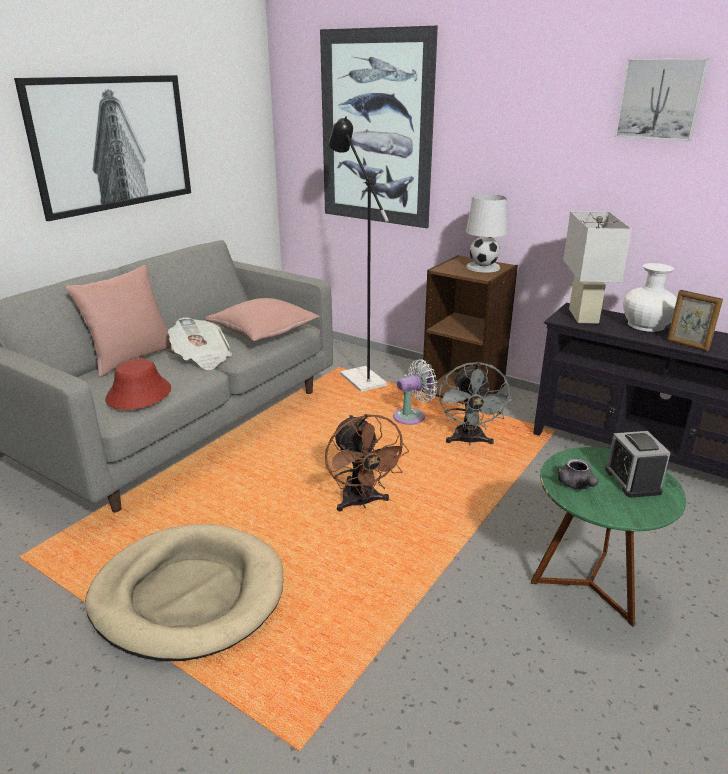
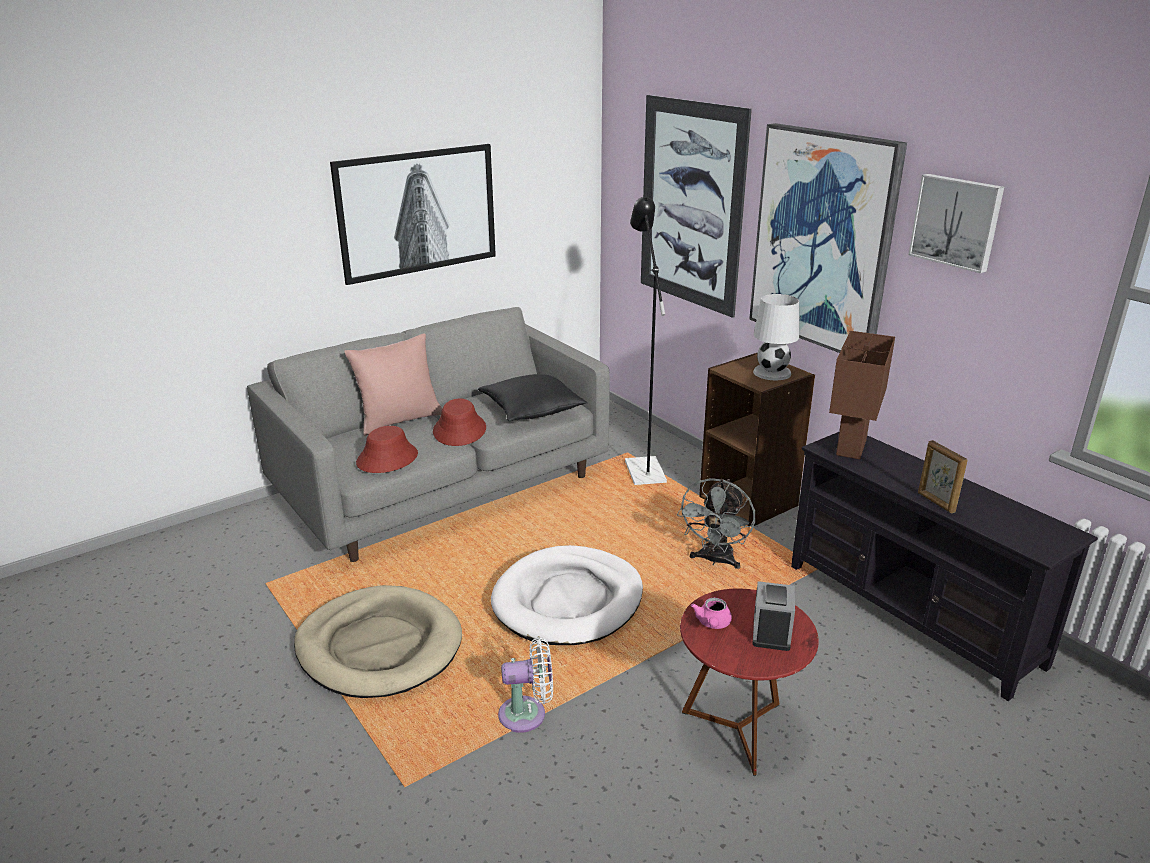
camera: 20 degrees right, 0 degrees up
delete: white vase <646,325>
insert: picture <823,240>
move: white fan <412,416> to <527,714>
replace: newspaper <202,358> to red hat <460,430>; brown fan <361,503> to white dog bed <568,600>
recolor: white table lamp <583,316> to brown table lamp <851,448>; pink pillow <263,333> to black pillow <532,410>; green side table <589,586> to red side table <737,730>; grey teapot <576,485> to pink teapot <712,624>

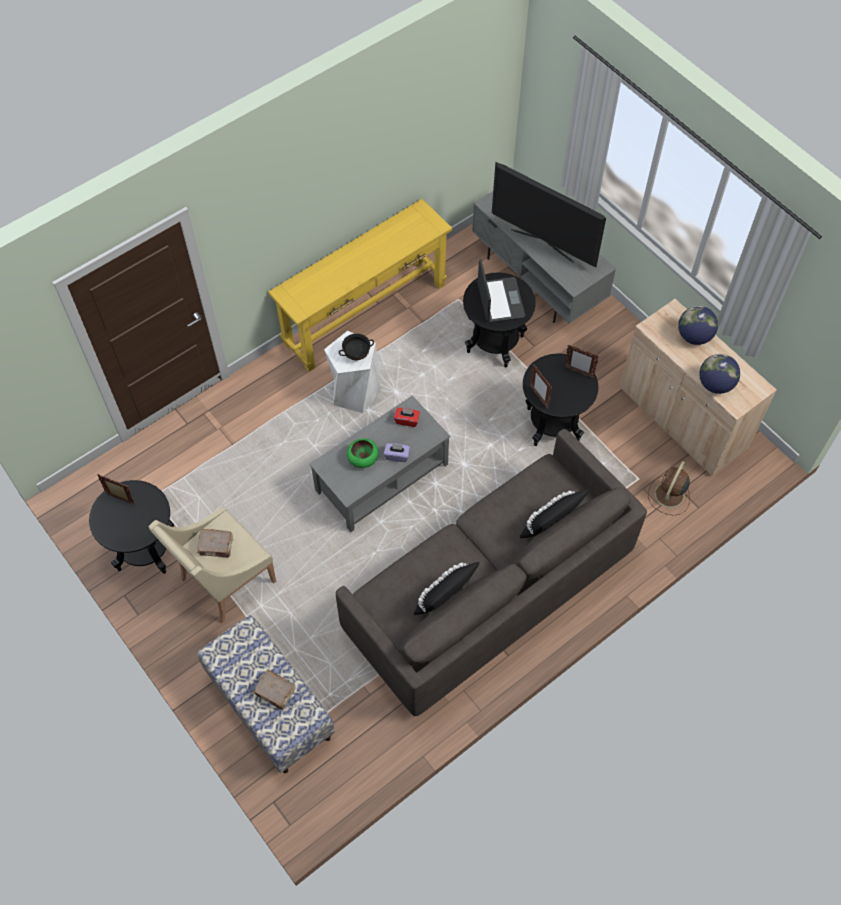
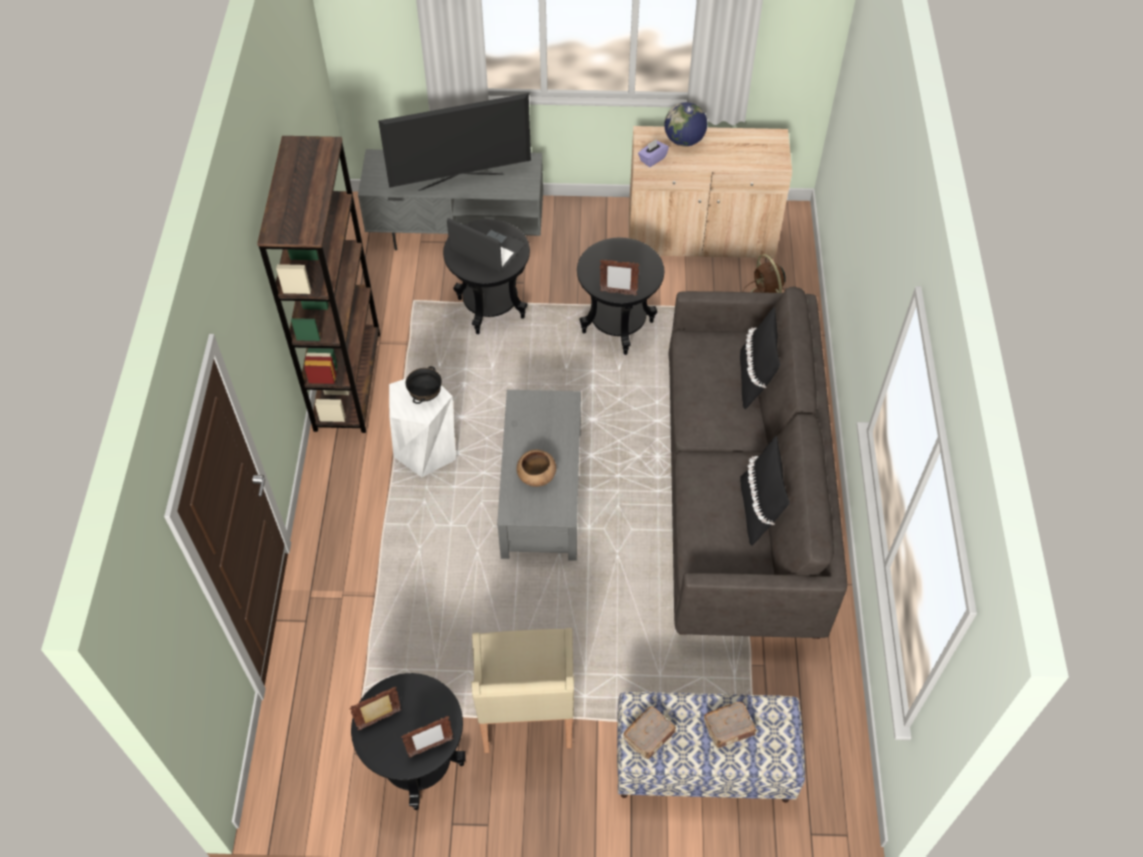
camera: 50 degrees left, 5 degrees down
delete: globe <715,384>; red tissue box <407,420>
move: picture frame <578,372> to <430,748>; purple tissue box <397,456> to <652,159>; brown book <216,546> to <649,735>
replace: yellow console table <365,313> to brown bookcase <347,381>
recolor: green bowl <362,458> to brown bowl <536,476>

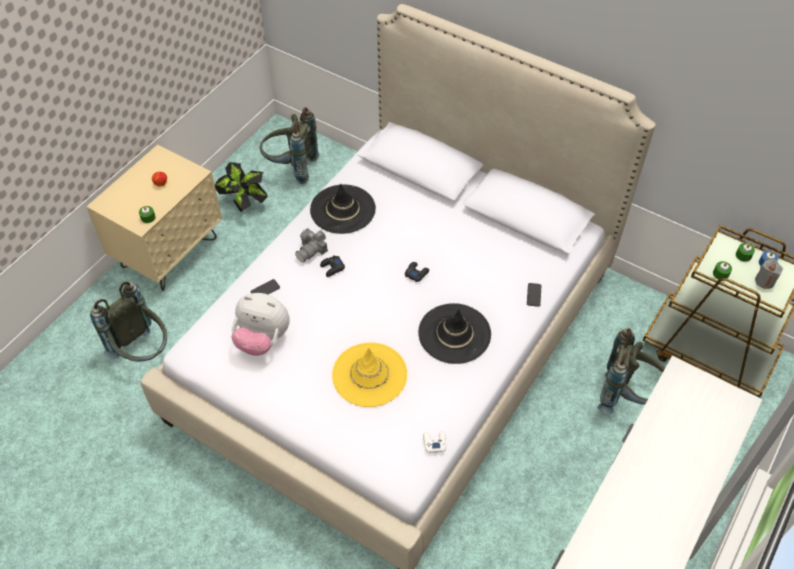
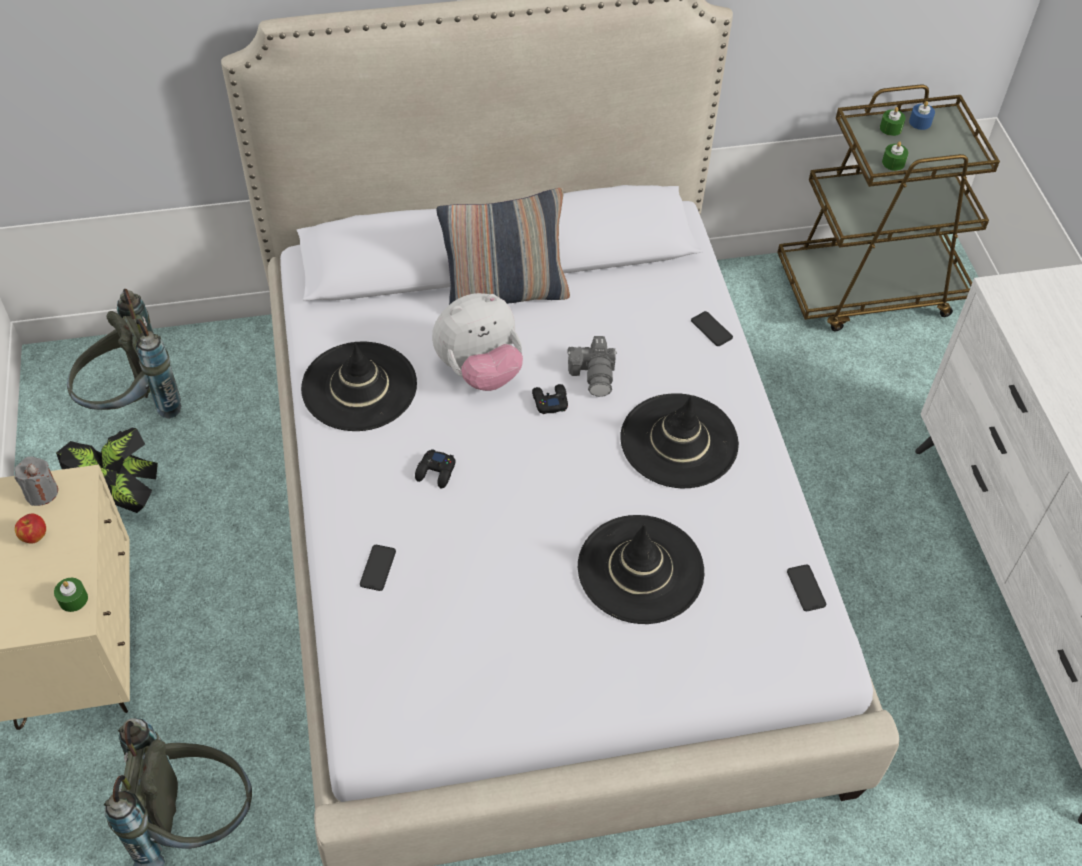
camera: 45 degrees left, 0 degrees up
delete: grey backpack <629,396>
insert: pillow <505,295>
move: photo camera <312,250> to <594,374>; grey candle <764,281> to <41,492>; plush toy <262,339> to <479,370>
replace: white game controller <434,442> to phone <806,588>
recolor: yellow hat <369,375> to black hat <640,570>

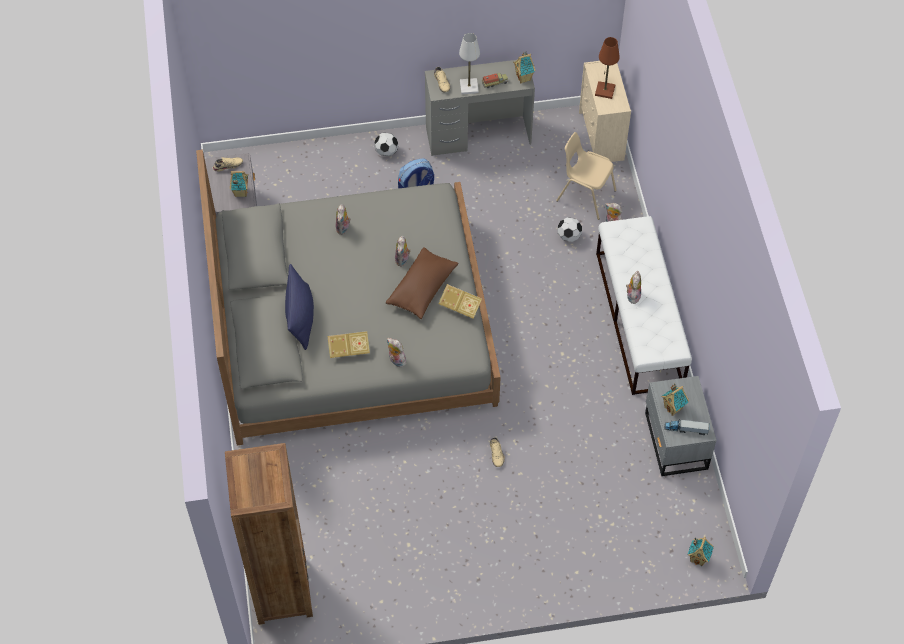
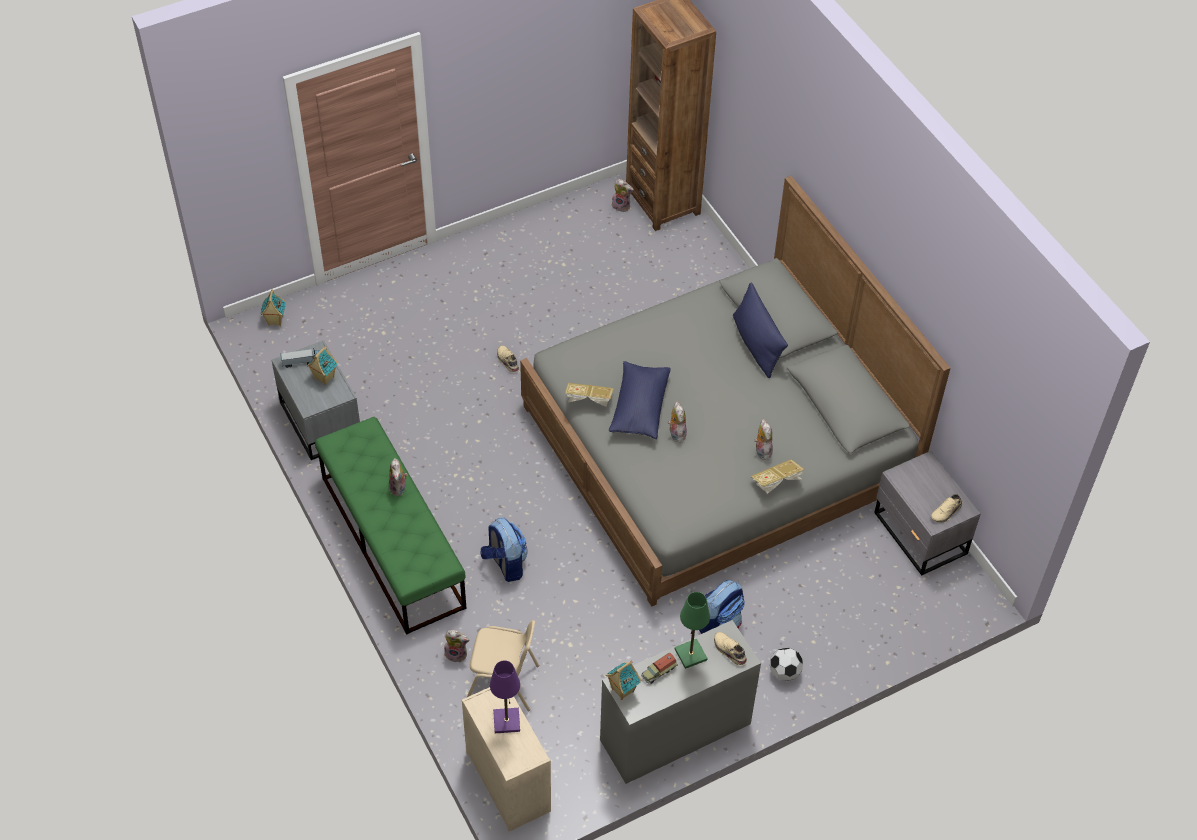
camera: 160 degrees right, 5 degrees down
delete: toy house <240,192>; football <569,236>
insert: backpack <505,564>
move: book <349,349> to <776,482>; plush toy <396,361> to <622,206>
recolor: white table lamp <469,87> to green table lamp <690,654>; brown table lamp <604,91> to purple table lamp <506,721>; white bench <639,319> to green bench <392,541>; brown pillow <422,289> to blue pillow <639,407>

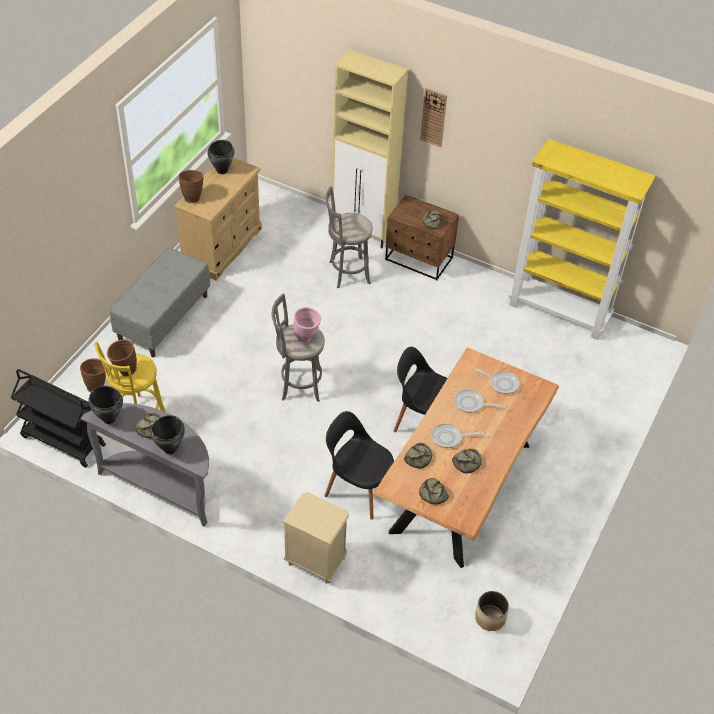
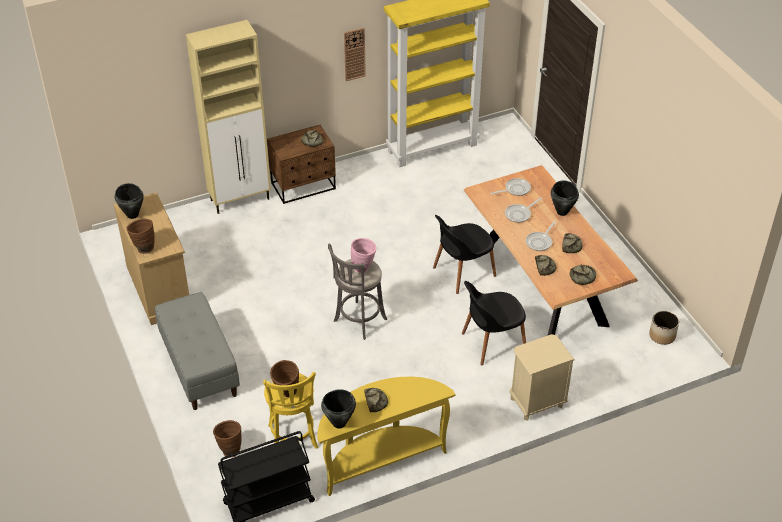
camera: 50 degrees left, 5 degrees down
delete: grey stool <346,273>
move: wall clock <433,117> to <354,54>; black cooking pot <170,449> to <562,212>
recolor: grey console table <161,486> to yellow console table <381,460>

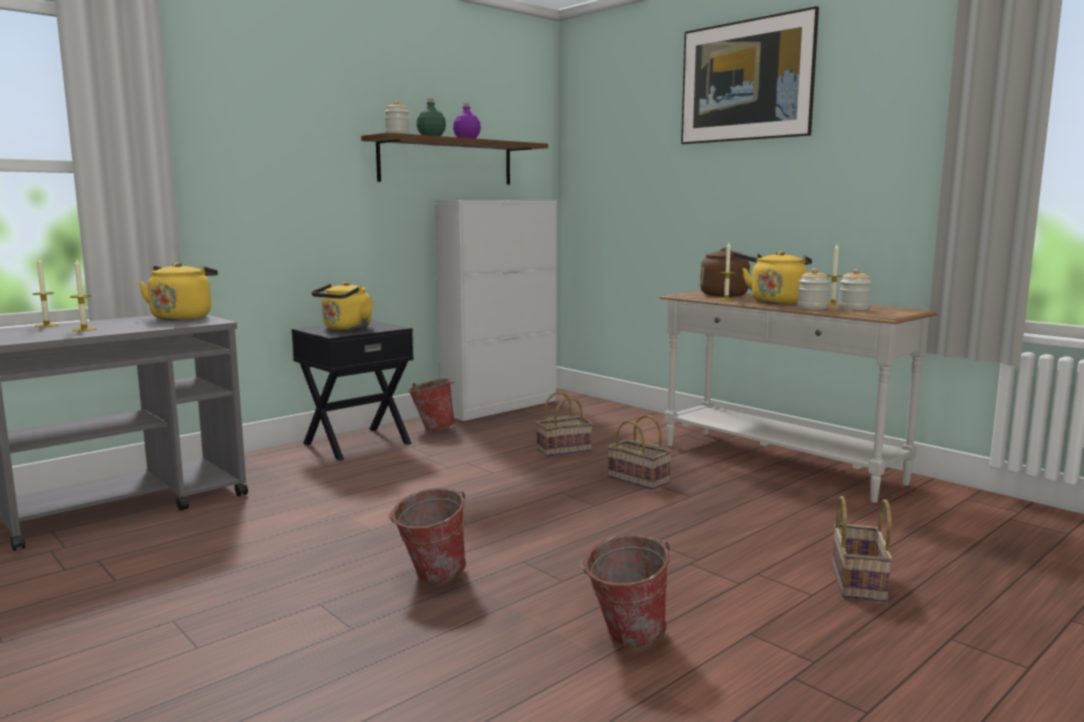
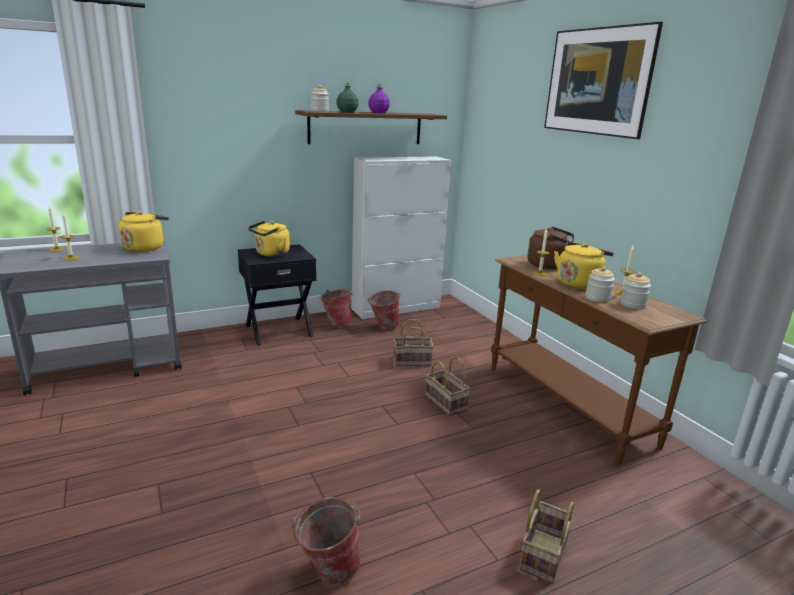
camera: 15 degrees right, 10 degrees up
move: bucket <430,577> to <383,327>
recolor: white console table <777,464> to brown console table <565,405>

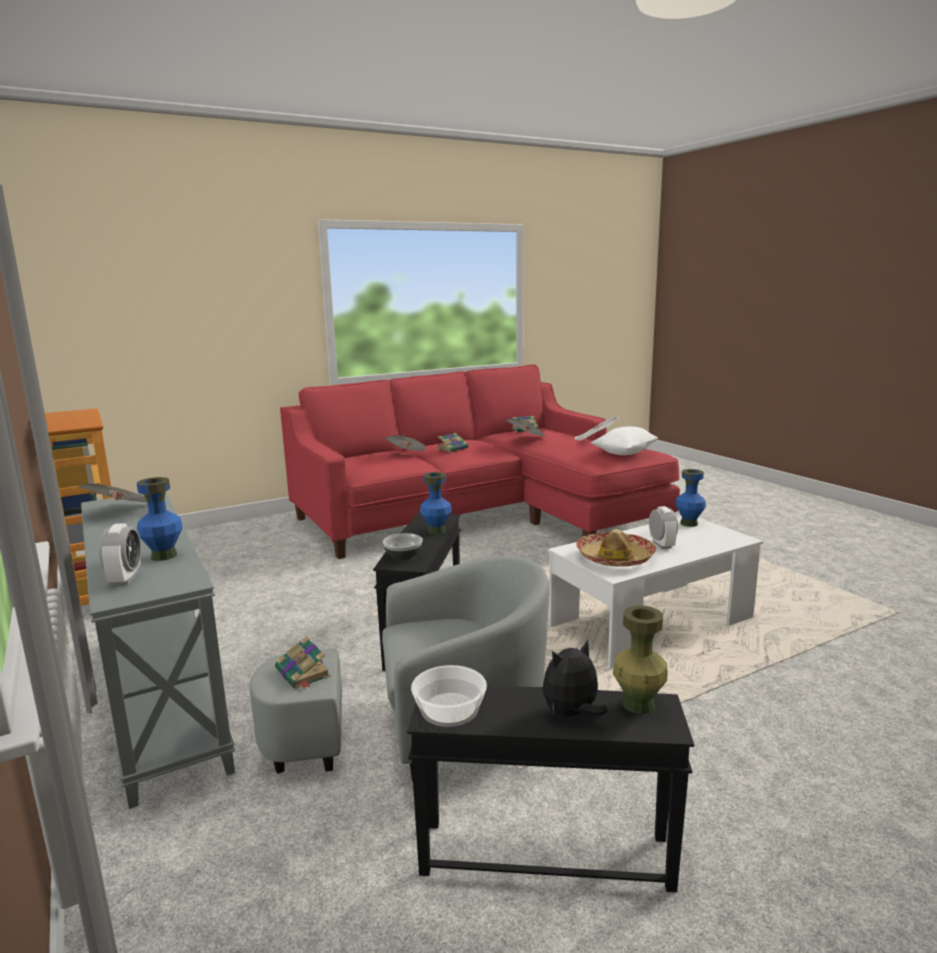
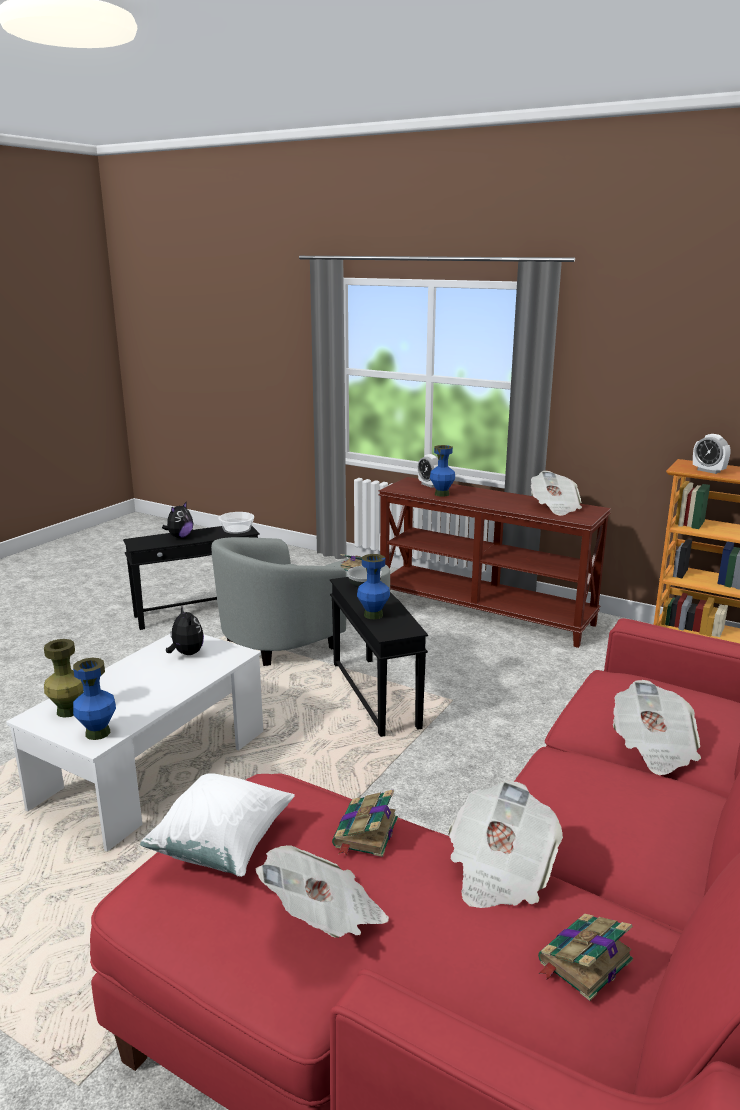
camera: 150 degrees right, 5 degrees up
move: book <453,448> to <365,833>; alarm clock <661,545> to <708,471>; green vase <638,704> to <69,711>
replace: hat <614,558> to plush toy <186,653>
recolor: grey console table <159,698> to brown console table <485,611>

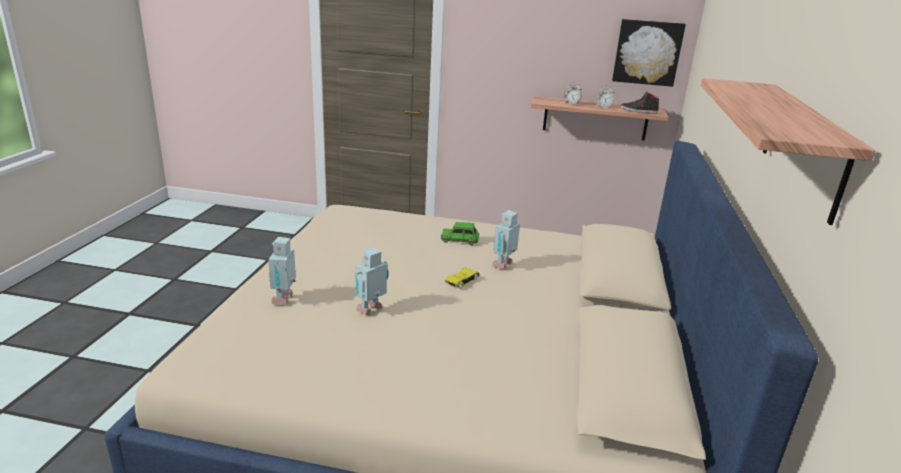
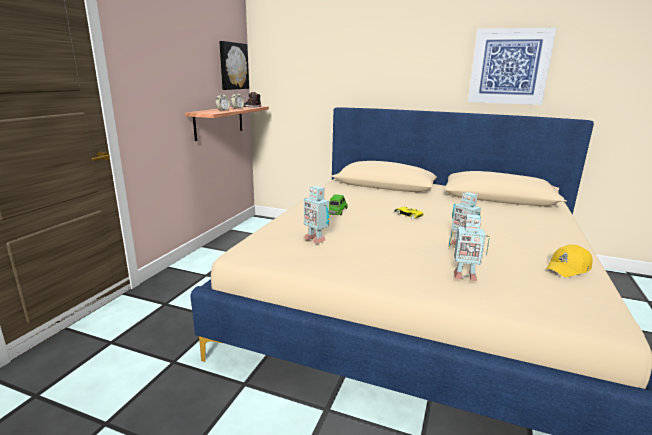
camera: 80 degrees left, 5 degrees down
insert: yellow cap <568,268>
move: toy robot <504,265> to <315,239>
replace: shelf <803,147> to picture <509,66>

